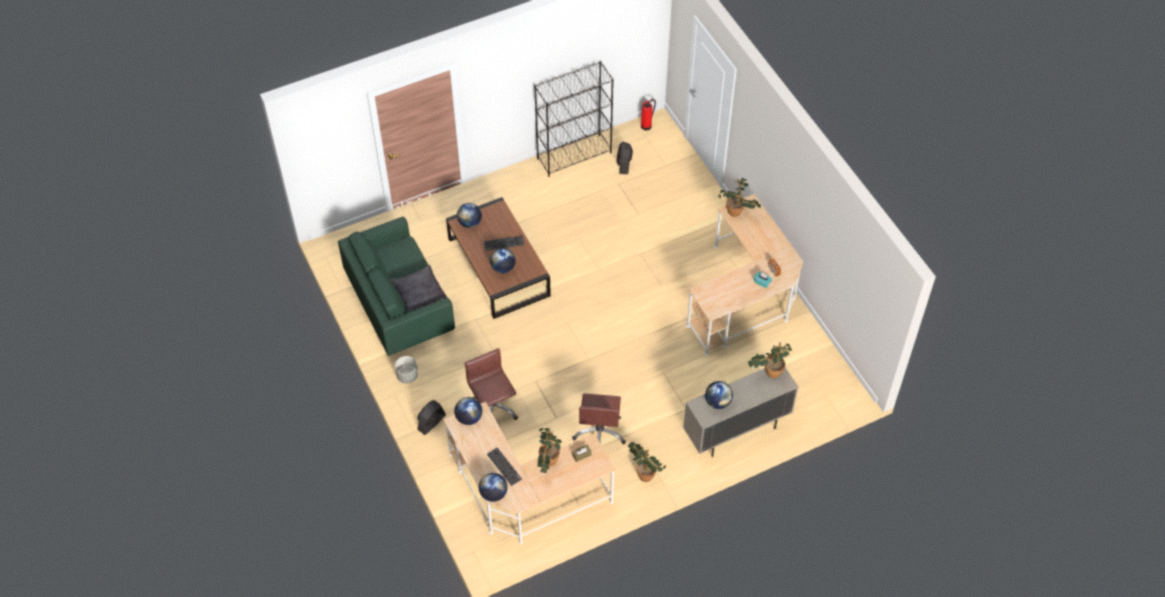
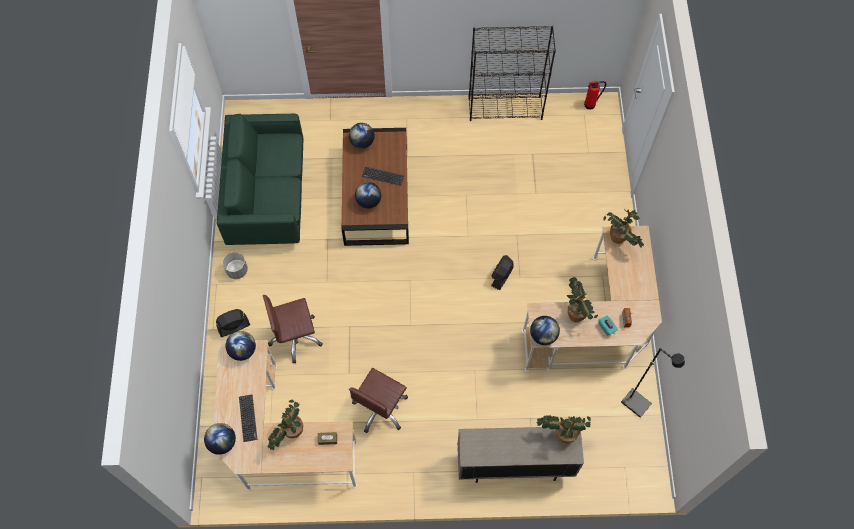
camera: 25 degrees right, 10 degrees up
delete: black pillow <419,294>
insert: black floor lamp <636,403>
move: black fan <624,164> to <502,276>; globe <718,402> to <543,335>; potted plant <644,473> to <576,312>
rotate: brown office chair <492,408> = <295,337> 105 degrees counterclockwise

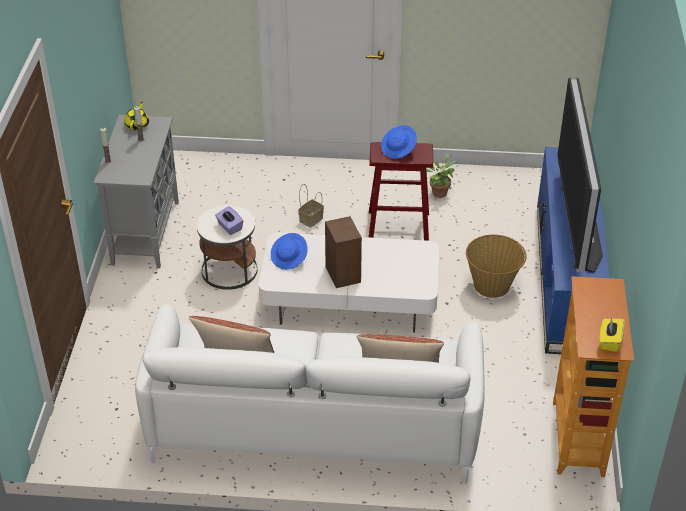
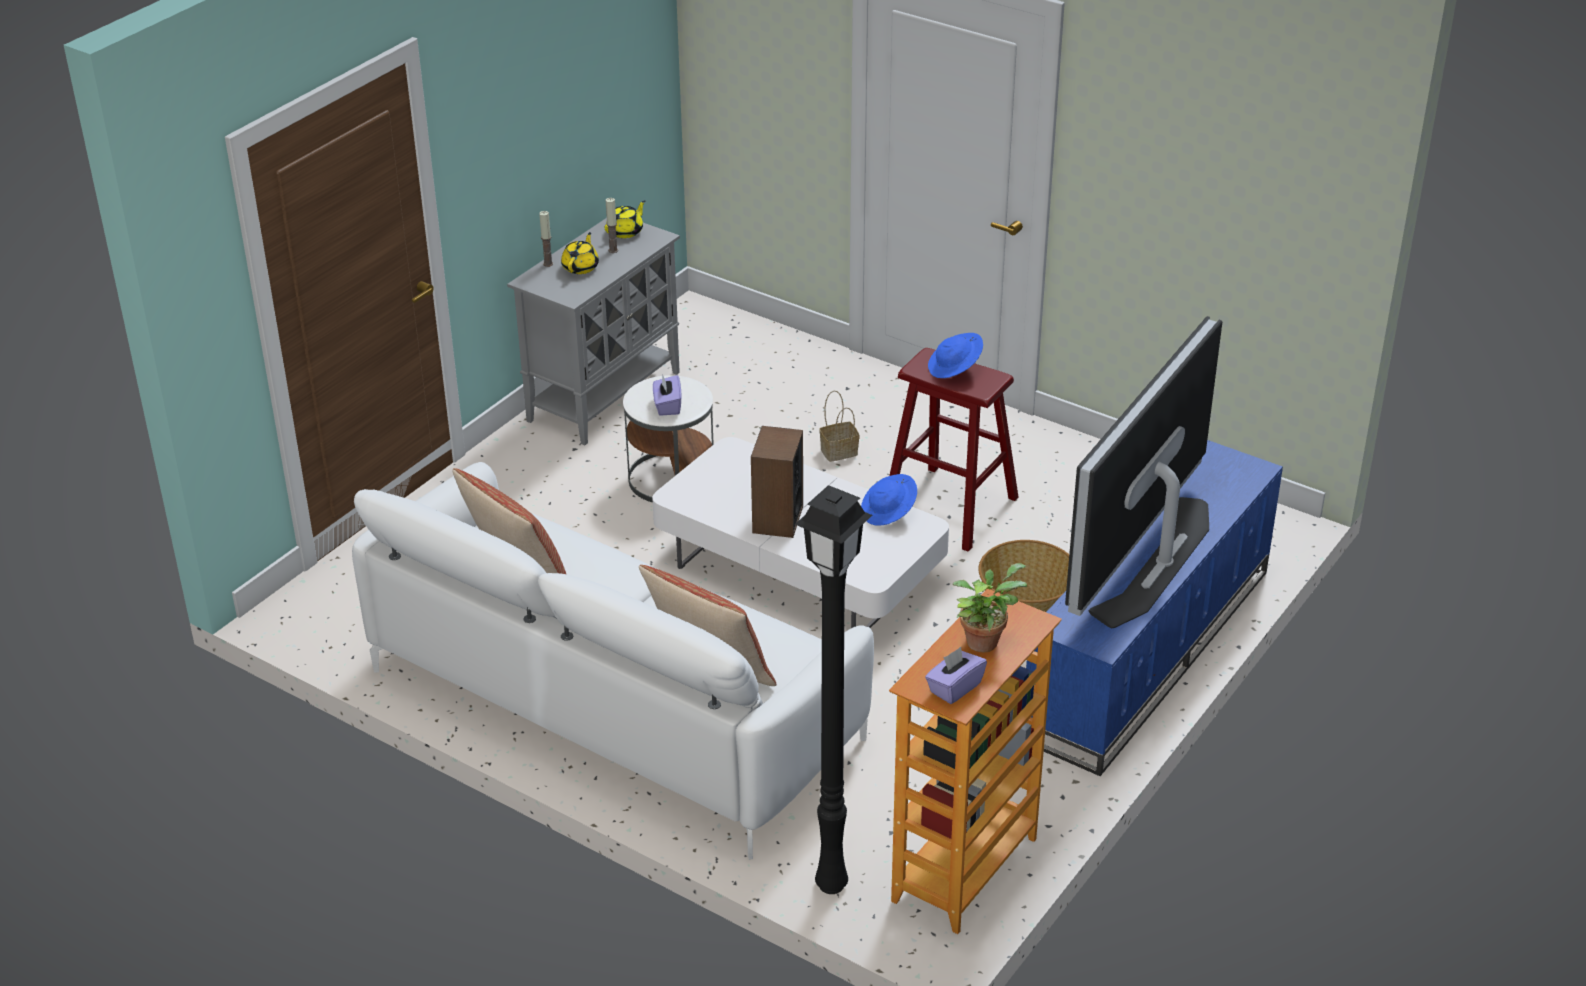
camera: 30 degrees right, 5 degrees down
insert: yellow teapot <581,267>; black floor lamp <828,885>
move: potted plant <439,192> to <984,640>; blue hat <289,258> to <889,512>
recolor: yellow tissue box <609,341> to purple tissue box <954,688>

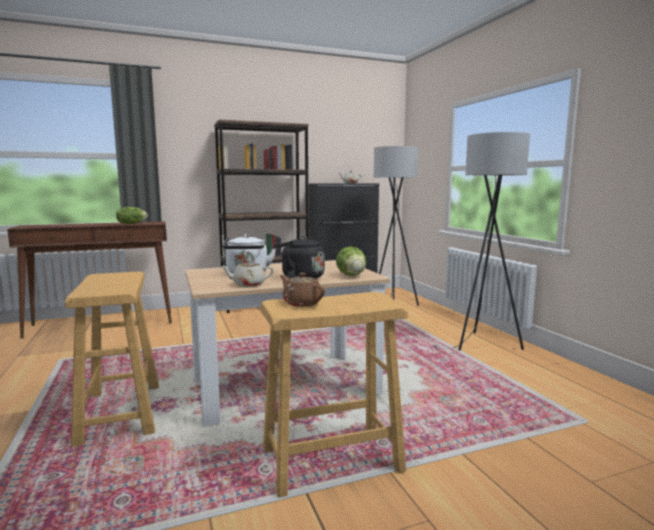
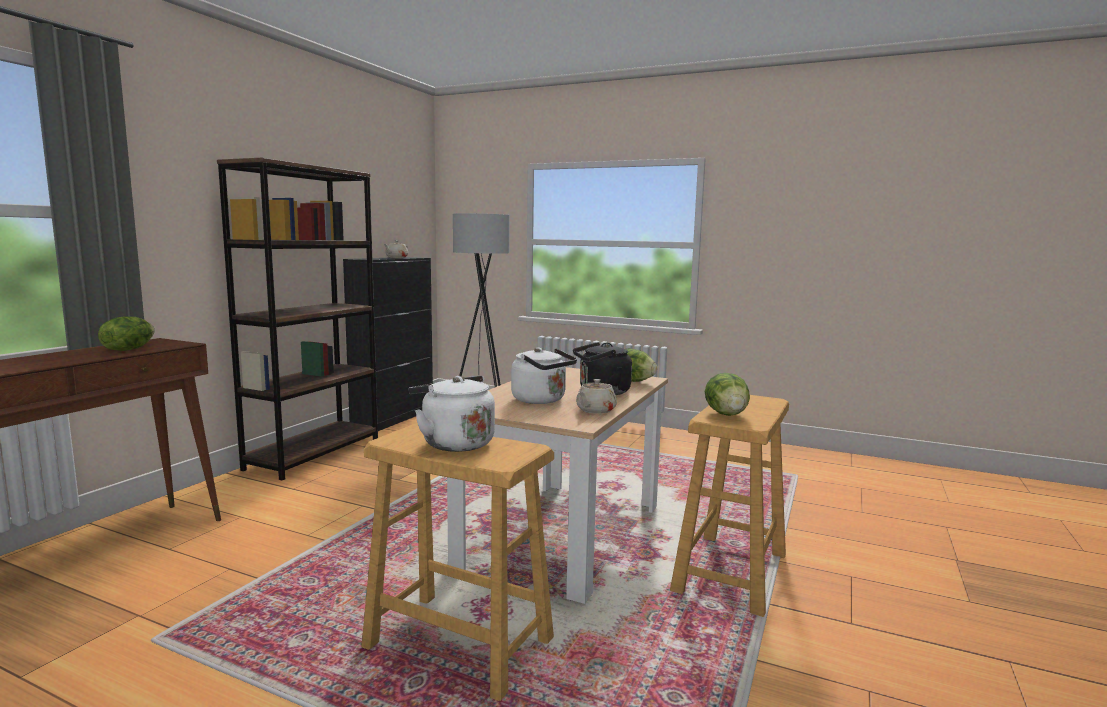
camera: 45 degrees left, 0 degrees up
delete: grey floor lamp <482,345>
insert: white kettle <454,443>
replace: brown teapot <302,303> to lettuce <726,414>

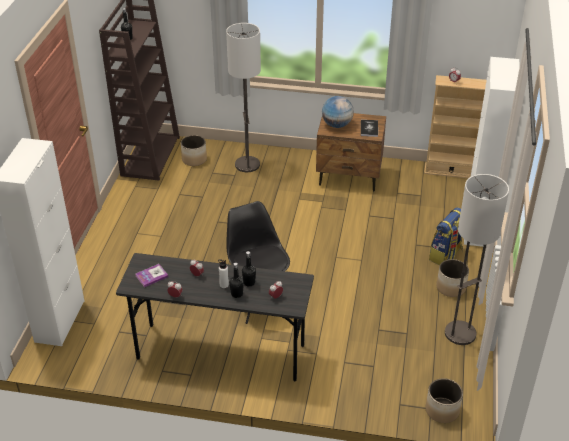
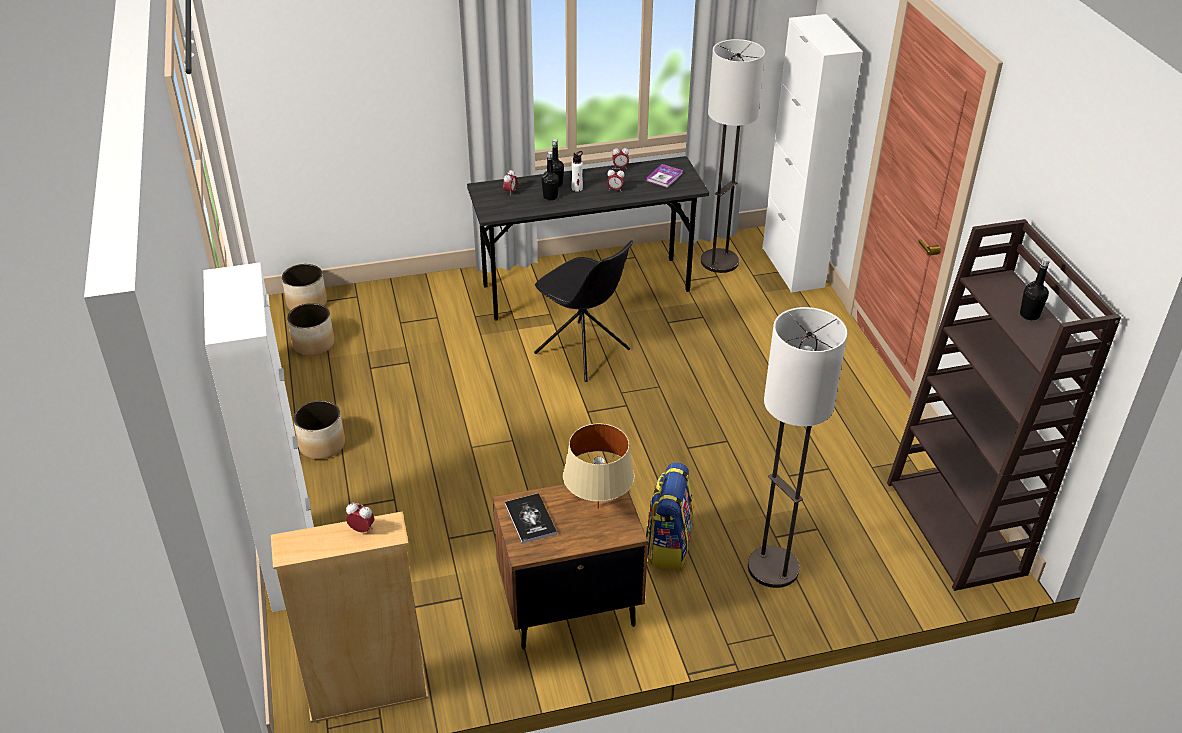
camera: 155 degrees right, 0 degrees up
move: planter <194,159> to <313,344>; floor lamp <460,333> to <719,261>; backpack <445,255> to <667,546>
replace: globe <337,125> to beige table lamp <597,508>

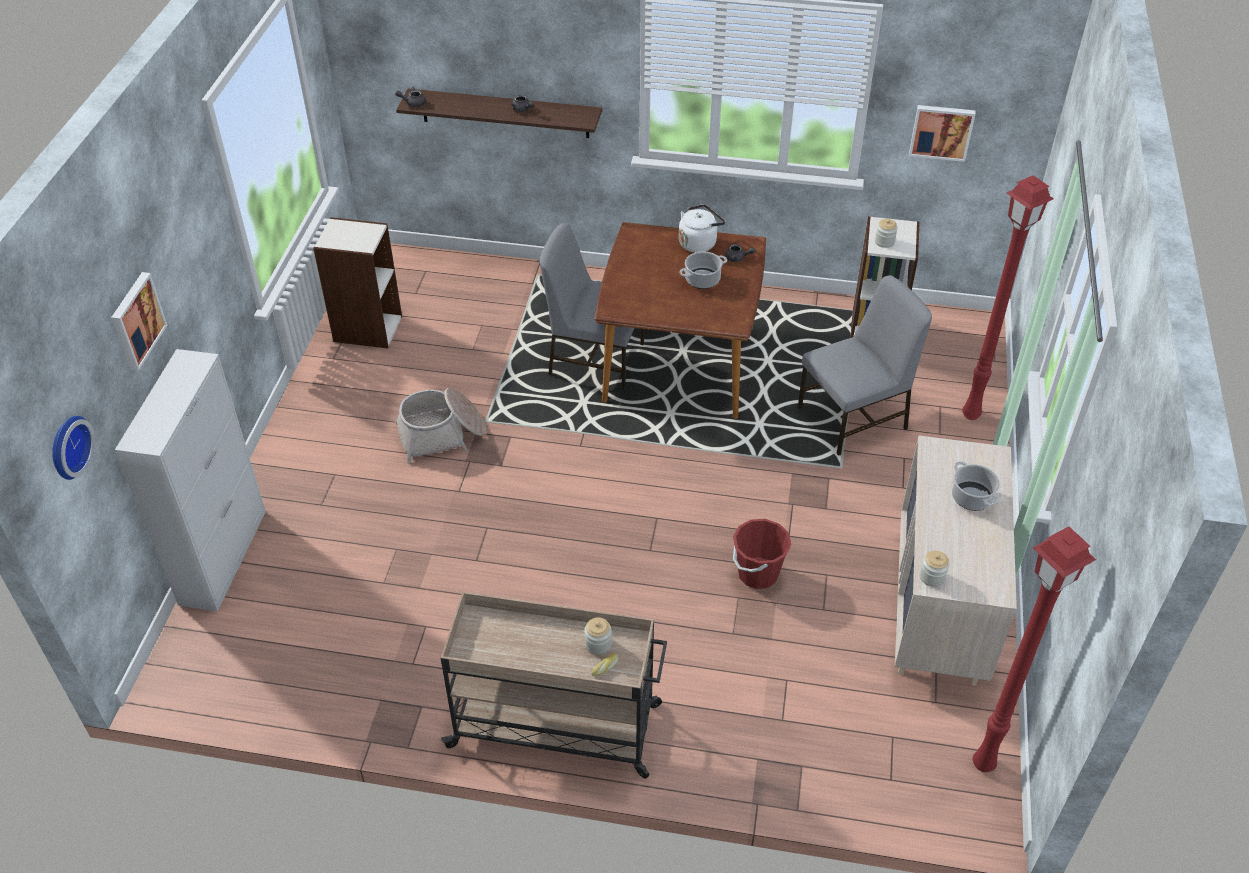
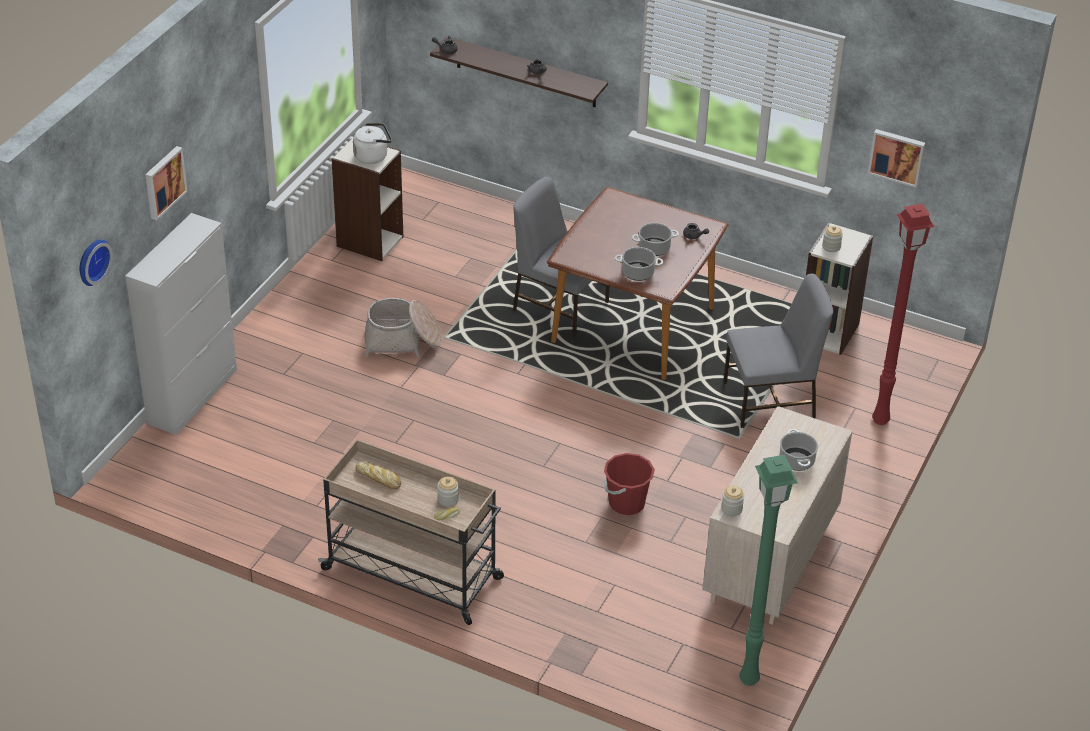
camera: 15 degrees right, 5 degrees down
insert: cooking pot <637,272>; bread <379,478>
move: white kettle <699,243> to <373,156>
recolor: red floor lamp <983,765> to green floor lamp <748,681>

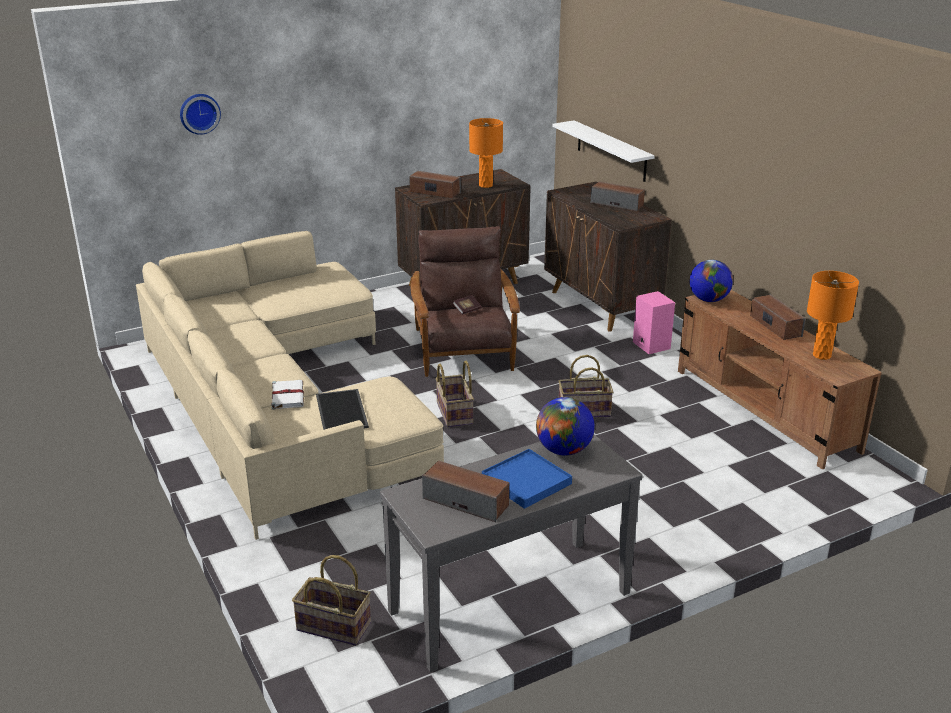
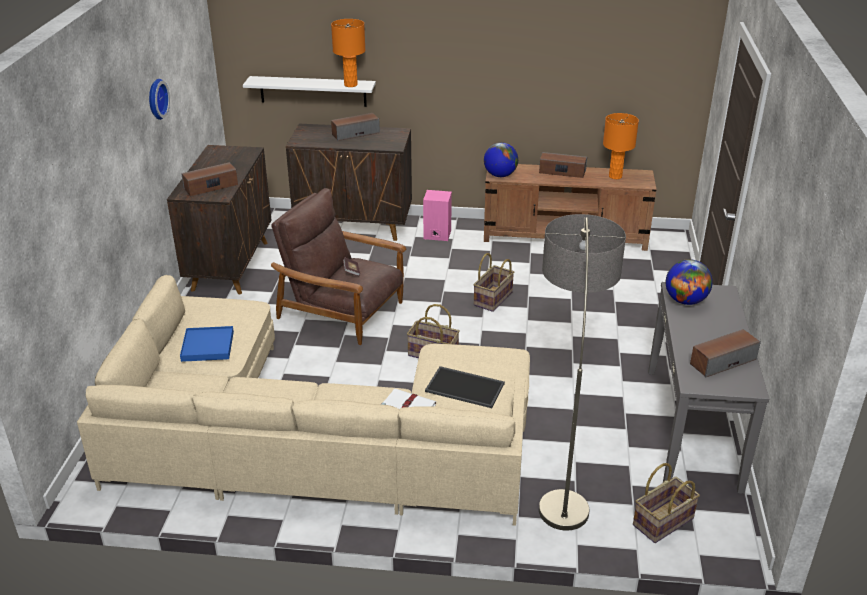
camera: 55 degrees left, 5 degrees up
insert: floor lamp <563,469>
move: wall clock <199,113> to <155,99>; orange table lamp <486,185> to <350,84>; blue tray <526,481> to <208,346>

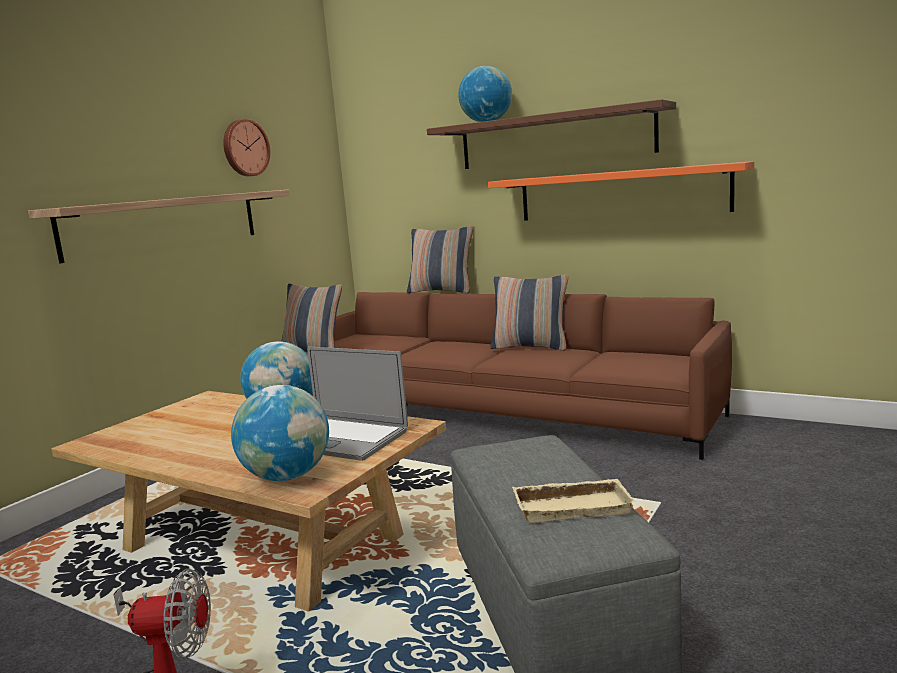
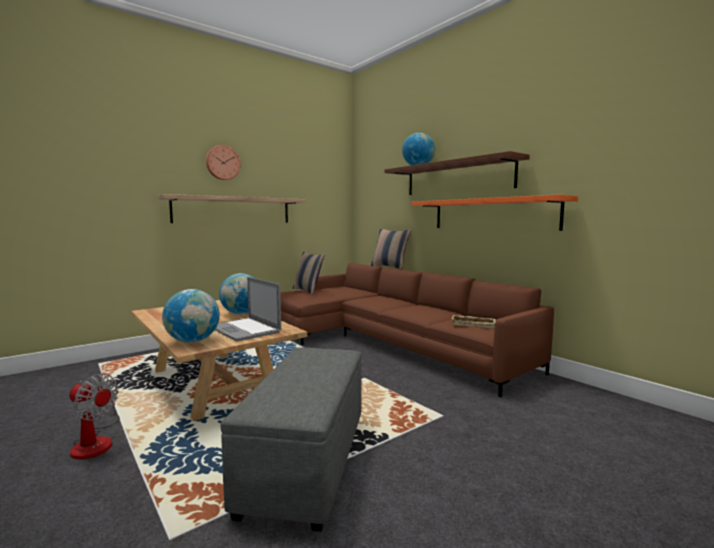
camera: 20 degrees right, 5 degrees down
delete: pillow <530,347>
move: wall clock <245,148> to <222,163>; beige tray <573,506> to <474,324>

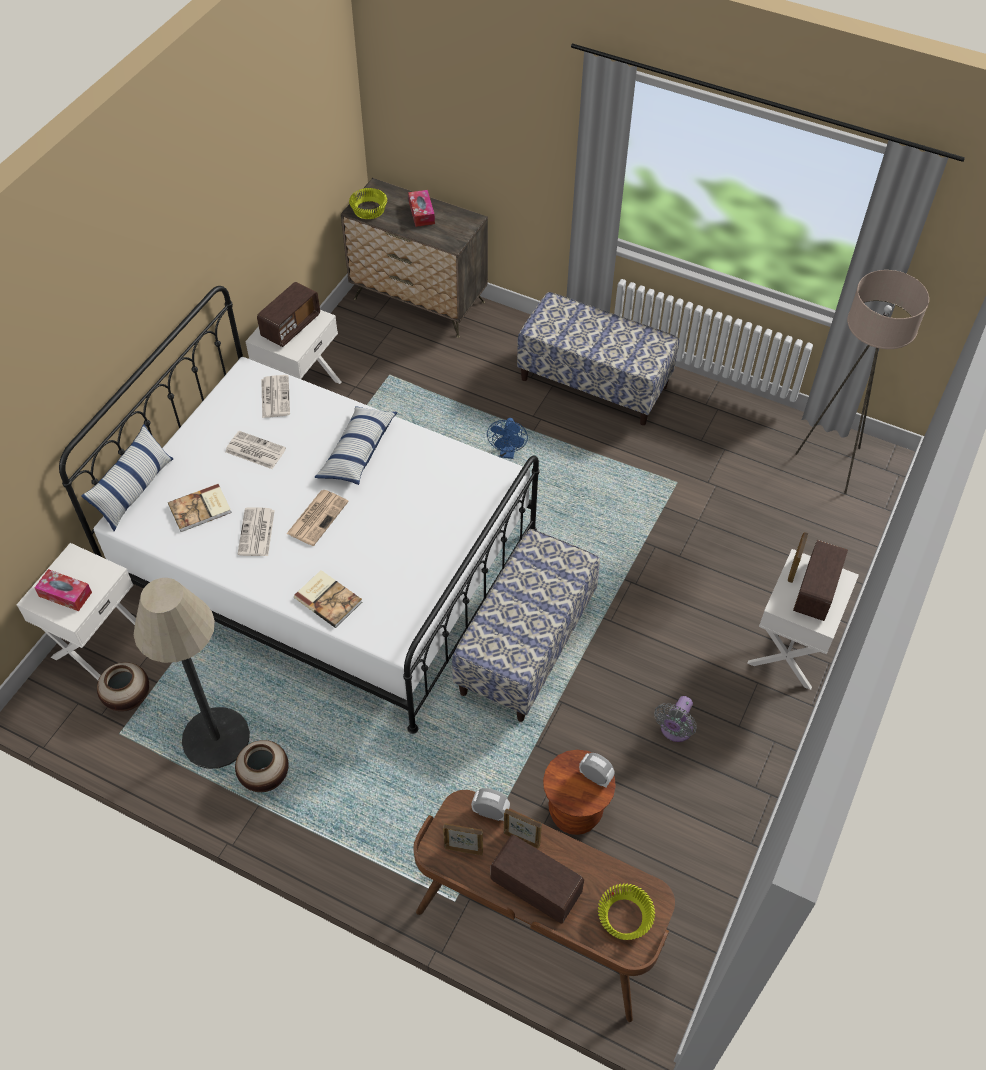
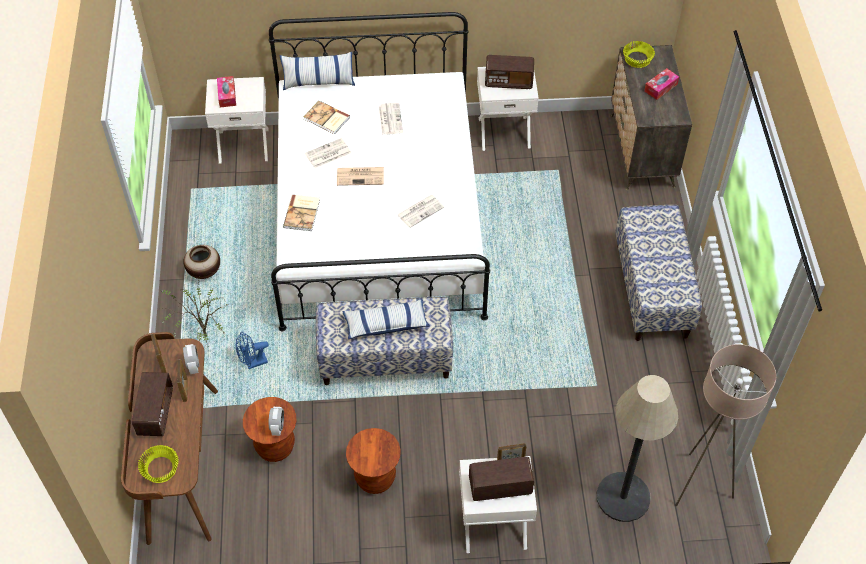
camera: 60 degrees right, 0 degrees up
delete: vase <128,698>
insert: potted plant <203,337>
move: newspaper <275,396> to <420,210>; pillow <357,452> to <386,324>; blue fan <507,453> to <253,363>; floor lamp <216,738> to <623,497>
replace: grey fan <674,730> to brown stool <375,478>

